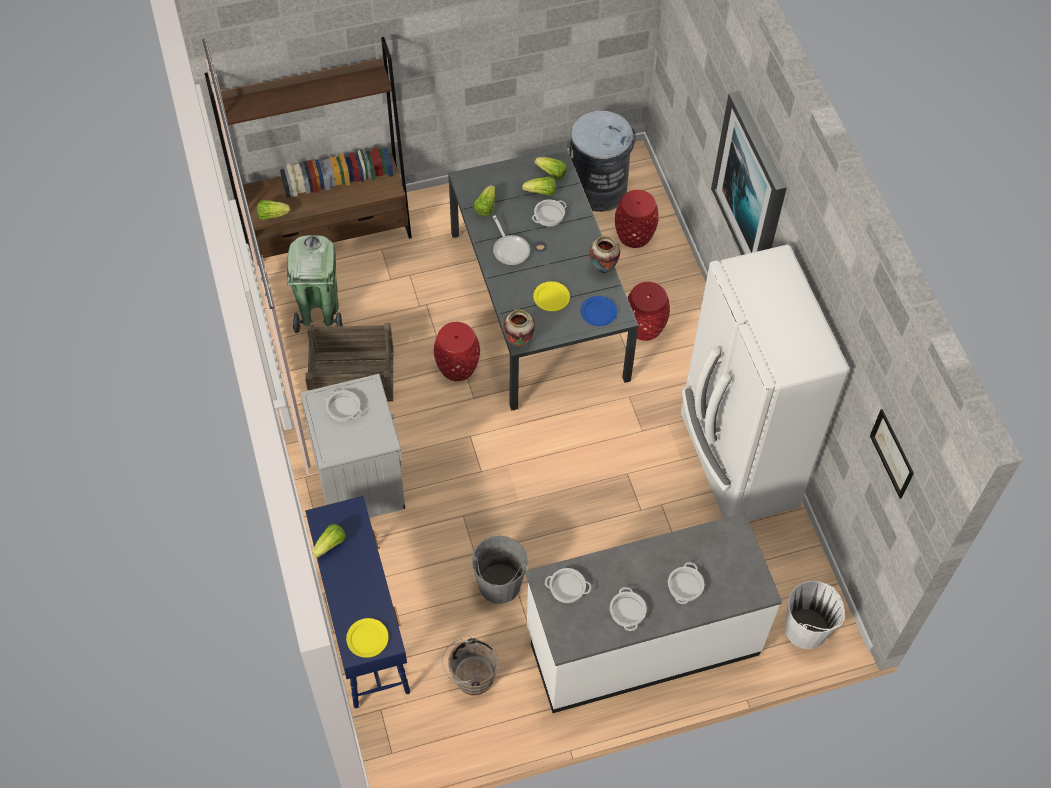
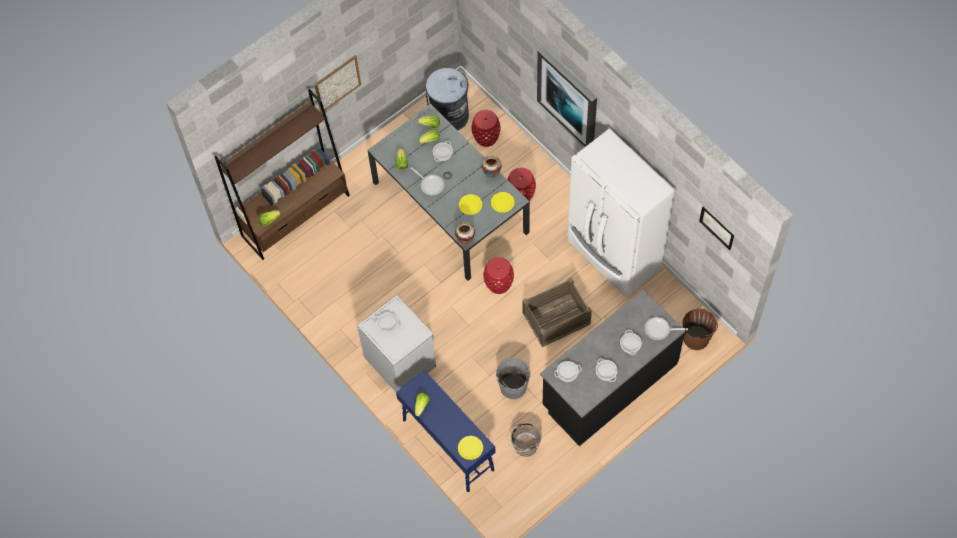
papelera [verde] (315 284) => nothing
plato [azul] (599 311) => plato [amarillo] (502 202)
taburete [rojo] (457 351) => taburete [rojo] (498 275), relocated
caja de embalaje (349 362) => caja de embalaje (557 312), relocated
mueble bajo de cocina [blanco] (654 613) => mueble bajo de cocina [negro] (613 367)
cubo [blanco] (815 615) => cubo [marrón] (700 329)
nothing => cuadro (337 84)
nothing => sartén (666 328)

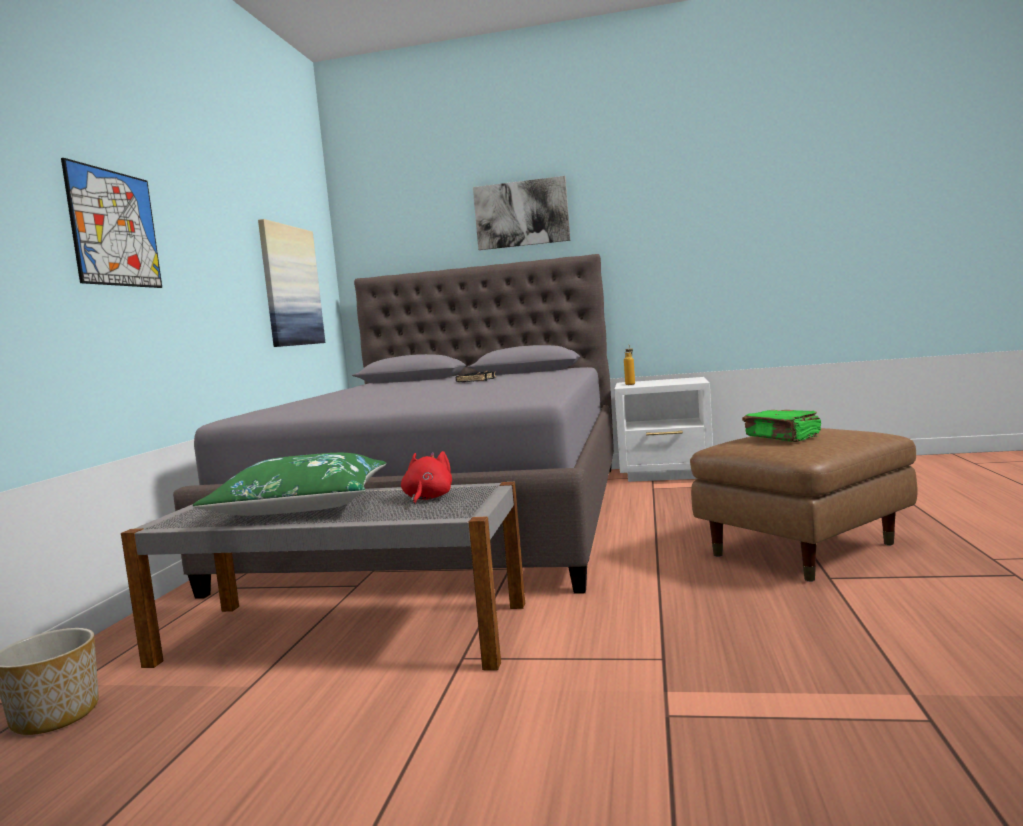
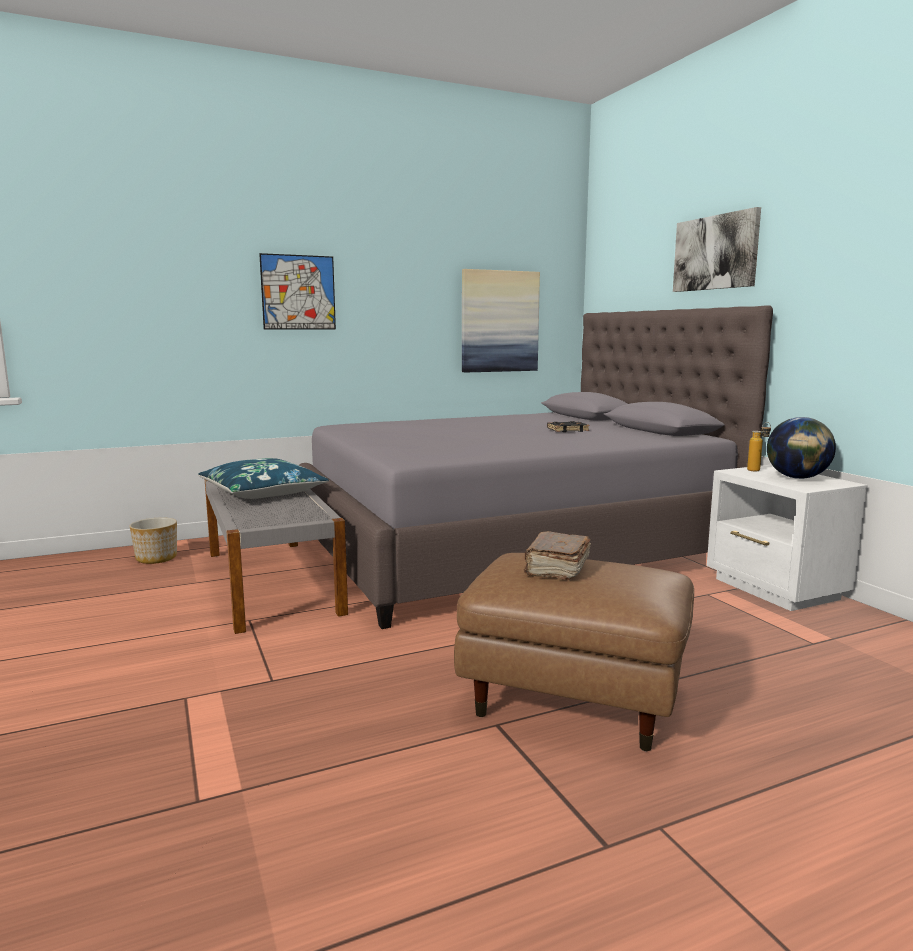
libro [verde] (781 426) => libro [marrón] (557 556)
peluche [rojo] (426 478) => nothing
cojín [verde] (289 484) => cojín [azul] (263 478)
nothing => globo terráqueo (801 448)

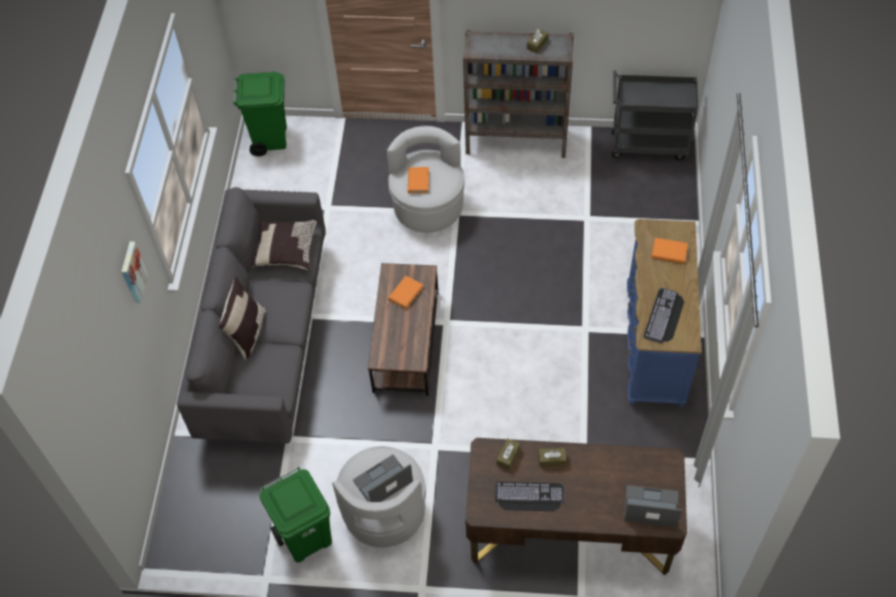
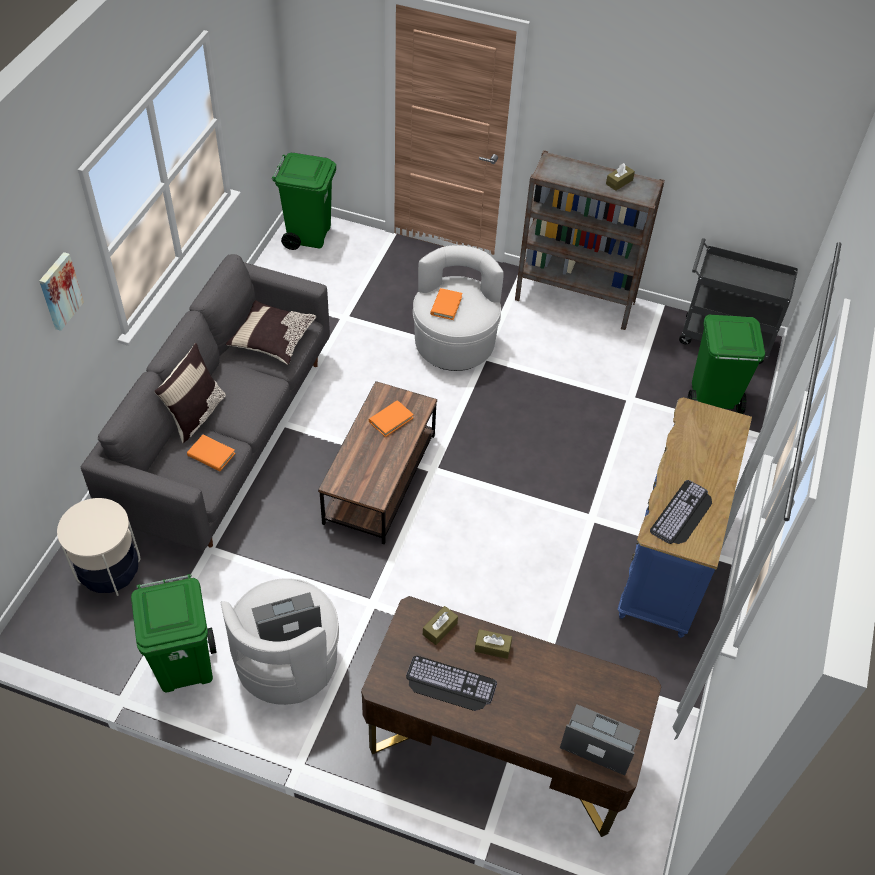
libro [naranja] (669 251) => libro [naranja] (211 453), relocated
nothing => papelera [verde] (726 364)
nothing => mesa auxiliar [beis] (98 547)

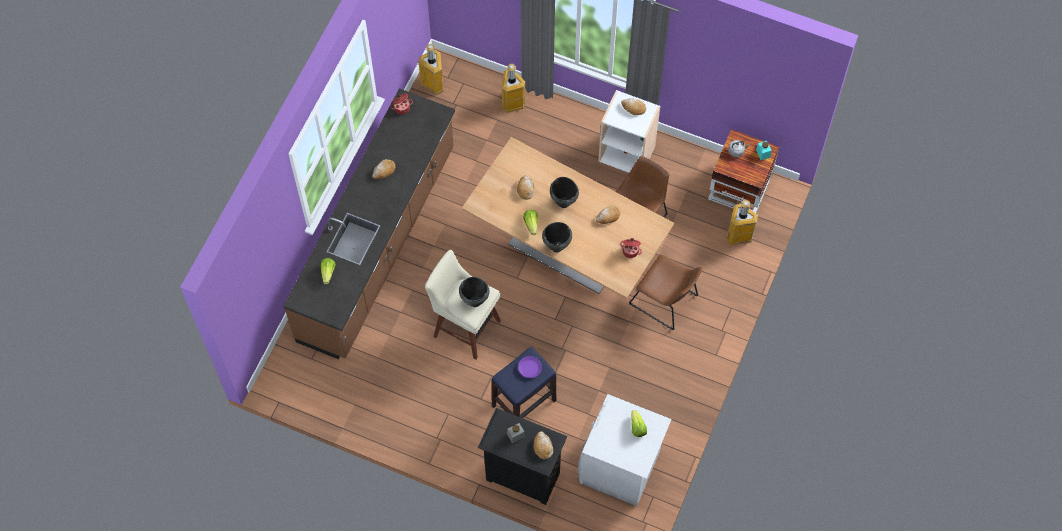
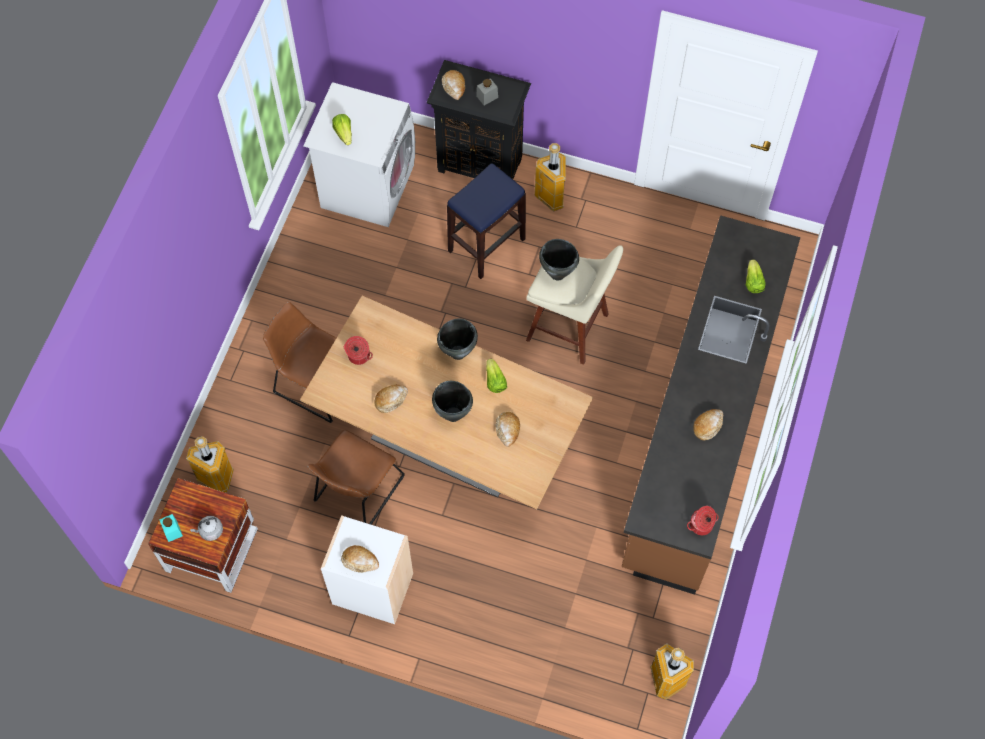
papelera (513 88) => papelera (550 177), relocated
plato [morado] (530 367) => nothing

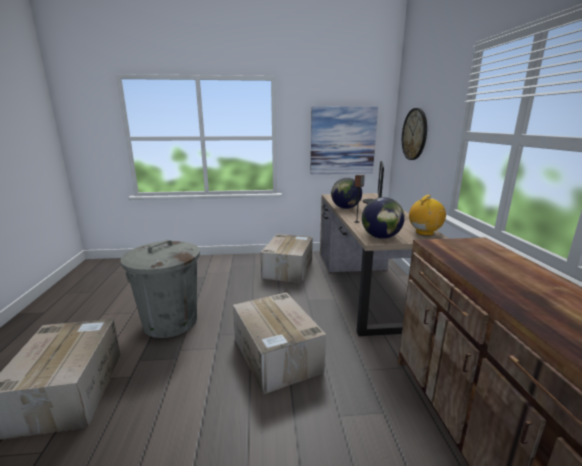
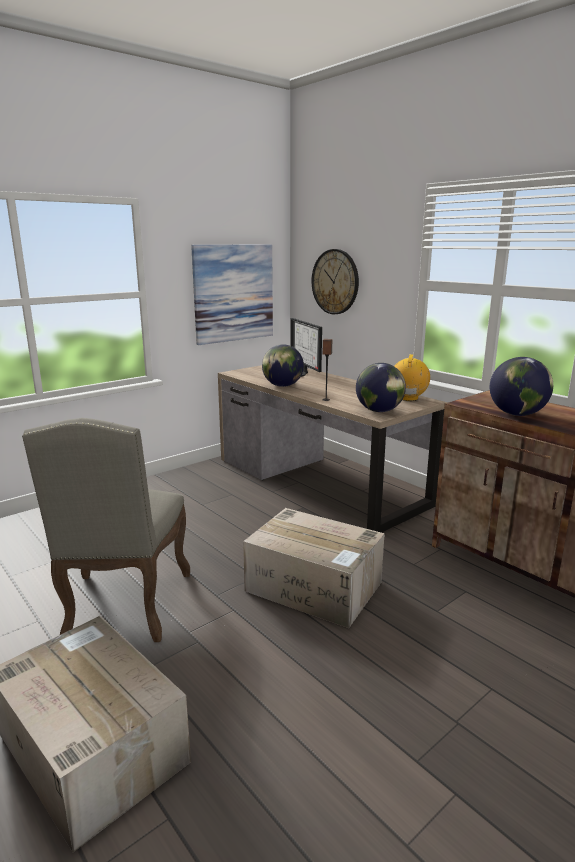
caja de cartón (287 258) => nothing
papelera [gris] (160 289) => silla [gris] (106 530)
nothing => globo terráqueo (521 386)

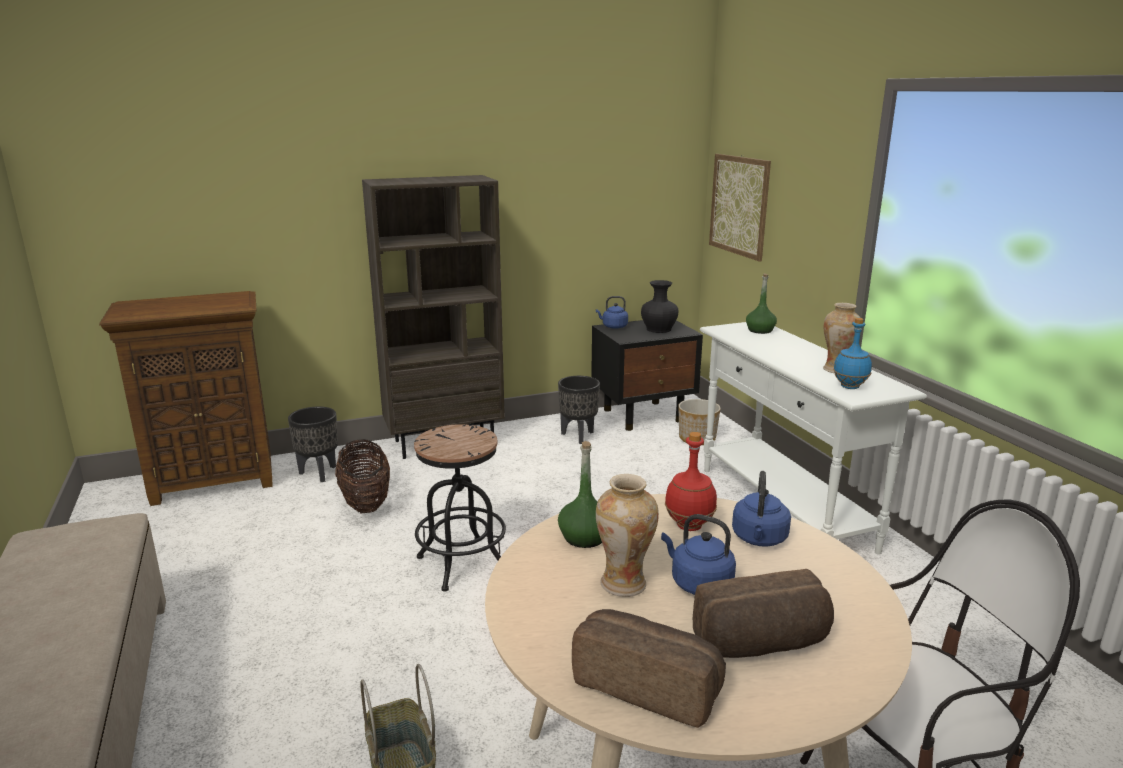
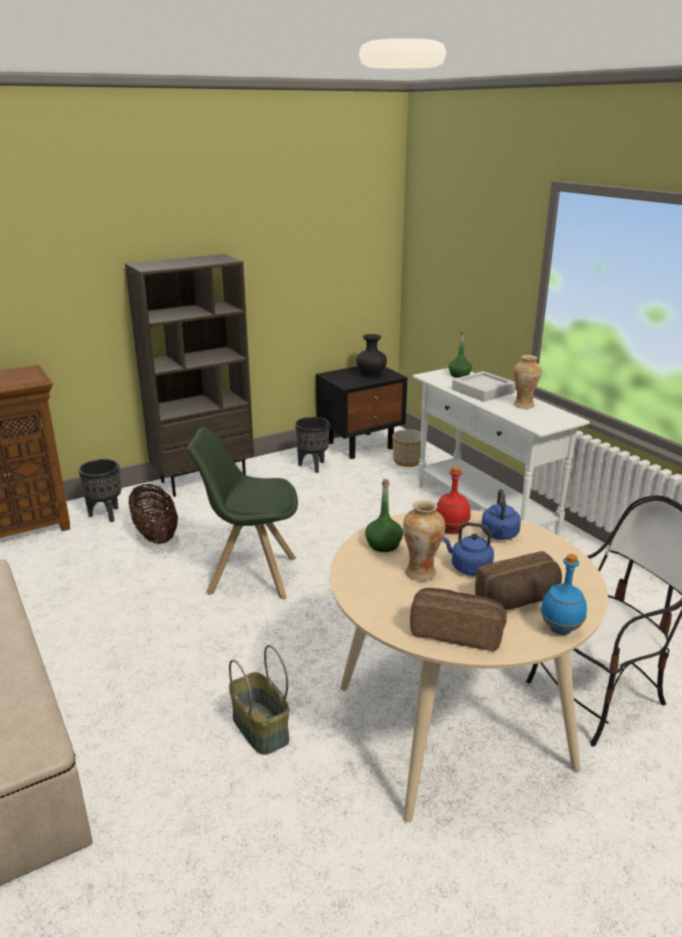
cuadro (740 208) => nothing
hervidor [azul] (612 312) => nothing
botella [azul] (852 353) => botella [azul] (564 594), relocated
taburete [negro] (460 508) => silla [verde] (242 513)
nothing => bandeja [gris] (484 386)

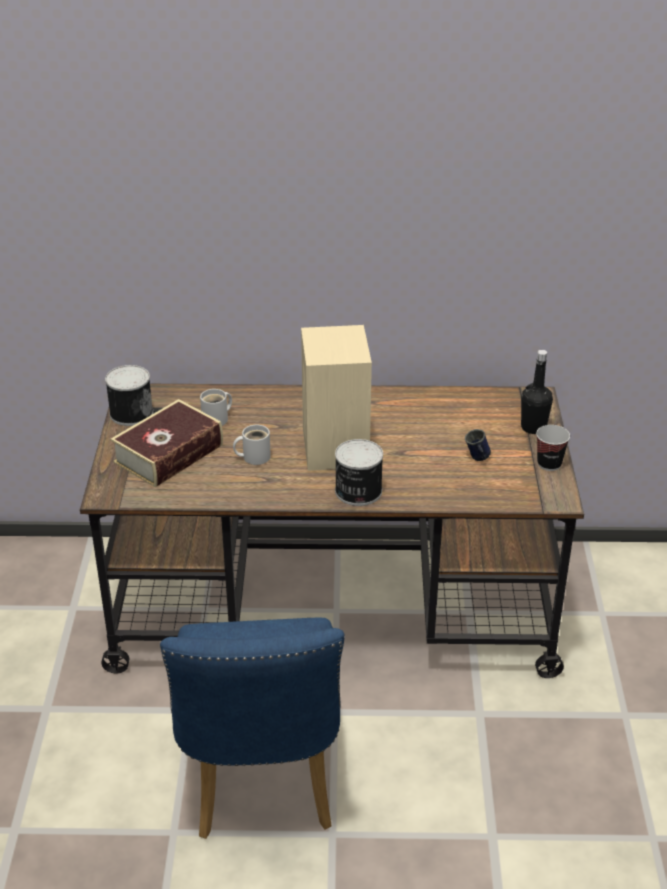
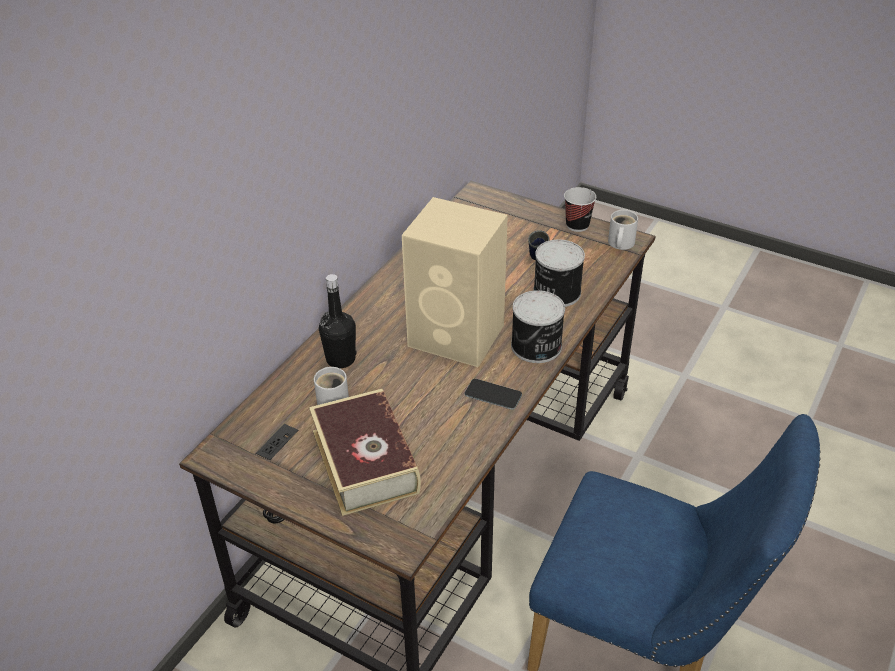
botella [negro] (537 392) => botella [negro] (337 321), relocated
lata (129 395) => lata (559 273), relocated
taza grande [blanco] (252 445) => taza grande [blanco] (623 230), relocated
nothing => móvil (493 394)

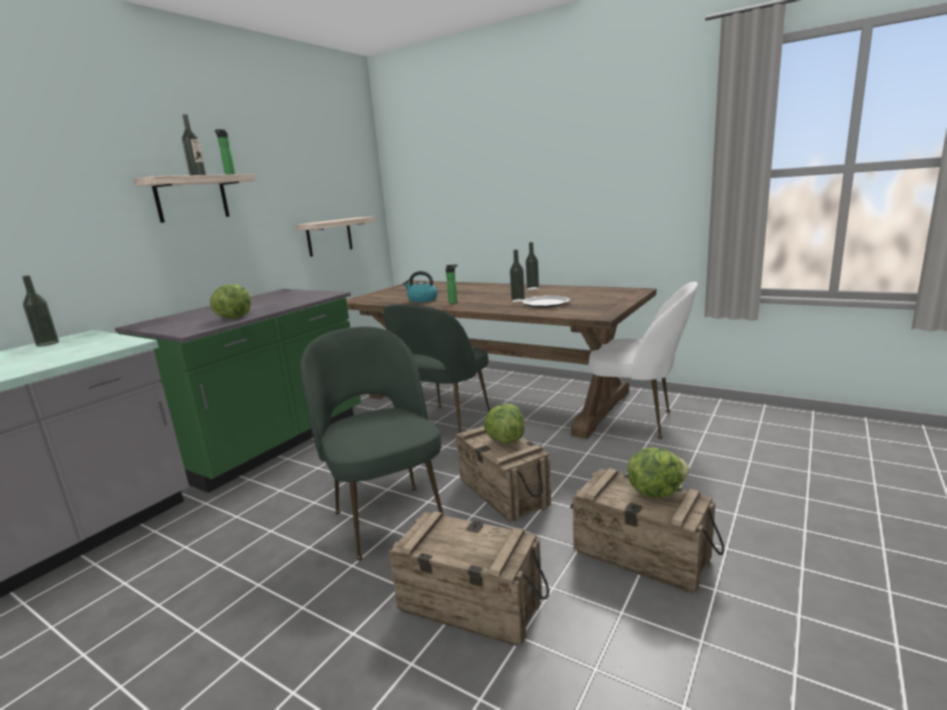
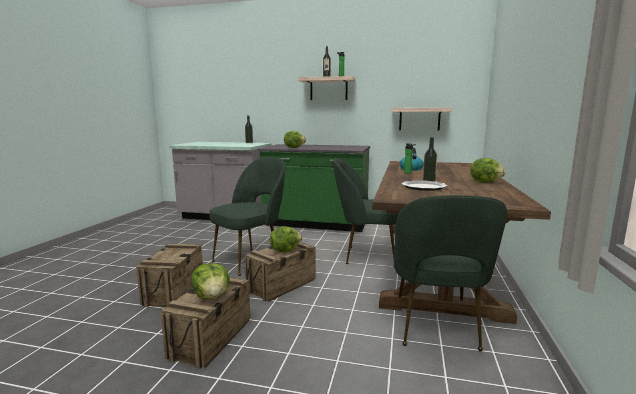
botella (532 266) => lechuga (488 170)
silla [blanco] (643 360) => silla [verde] (450 273)

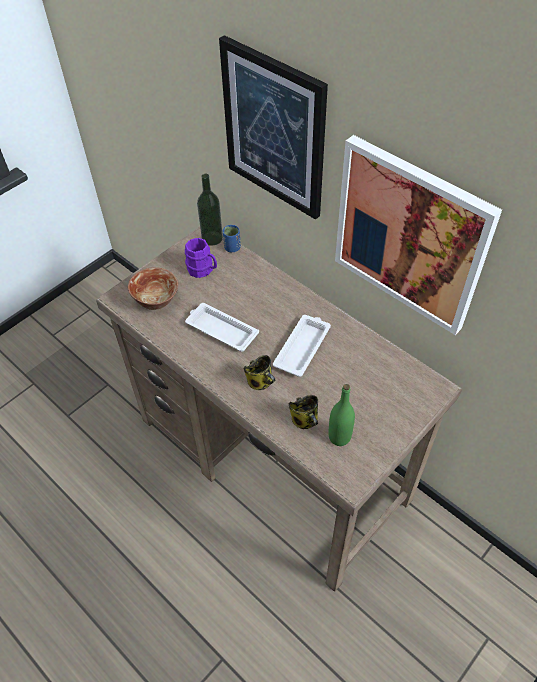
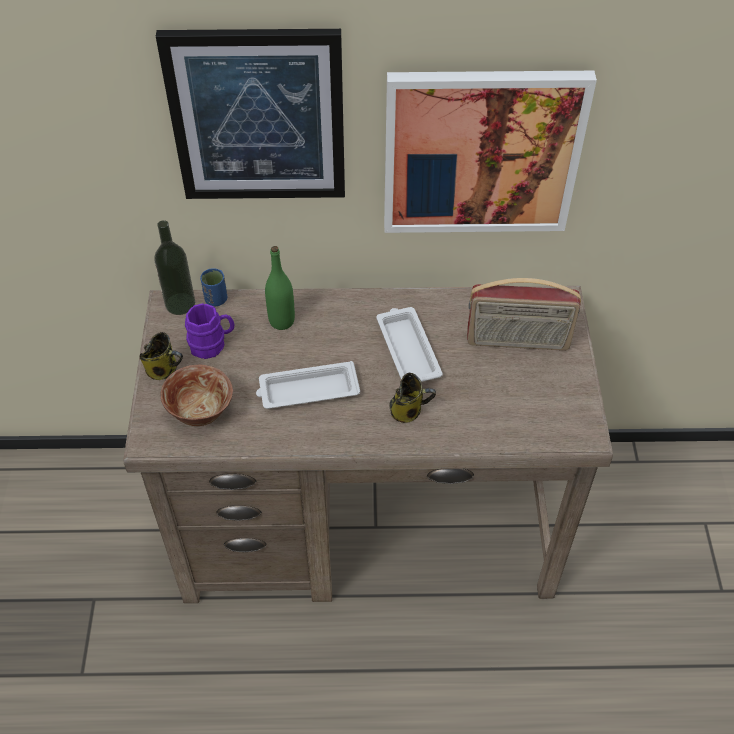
botella [verde] (341 415) => botella [verde] (280 288), relocated
taza grande (303 412) => taza grande (161 356), relocated
nothing => radio (524 314)

